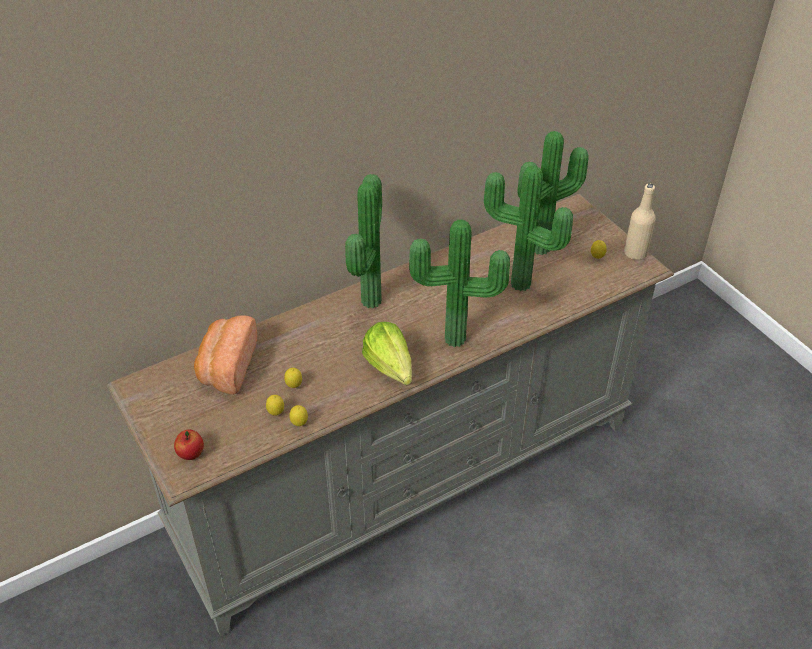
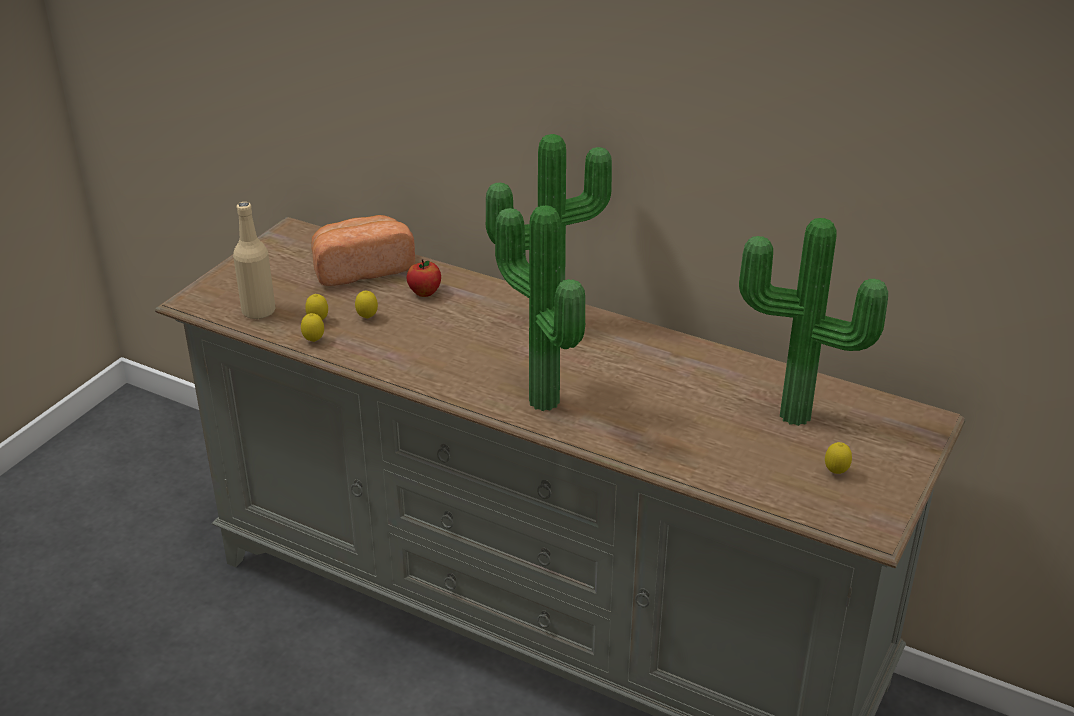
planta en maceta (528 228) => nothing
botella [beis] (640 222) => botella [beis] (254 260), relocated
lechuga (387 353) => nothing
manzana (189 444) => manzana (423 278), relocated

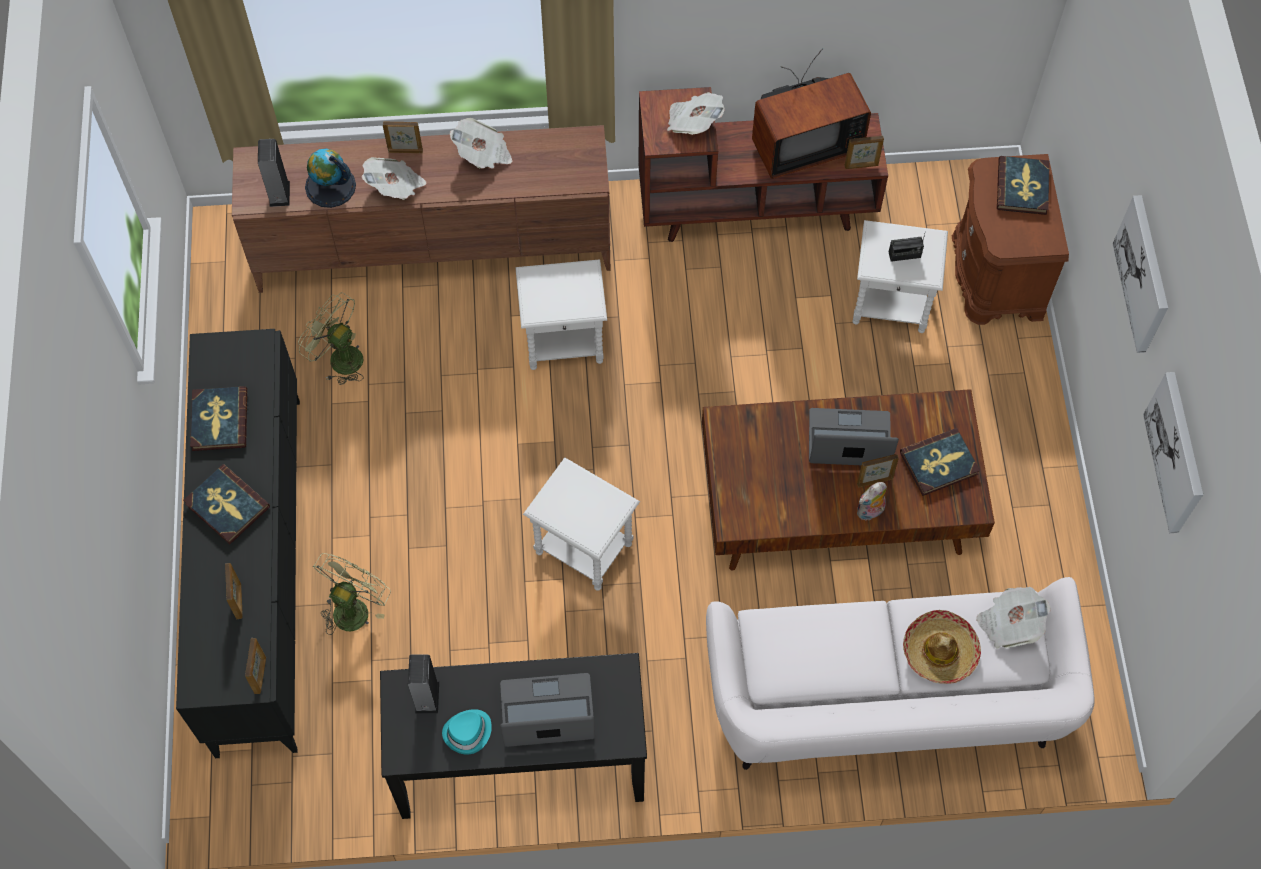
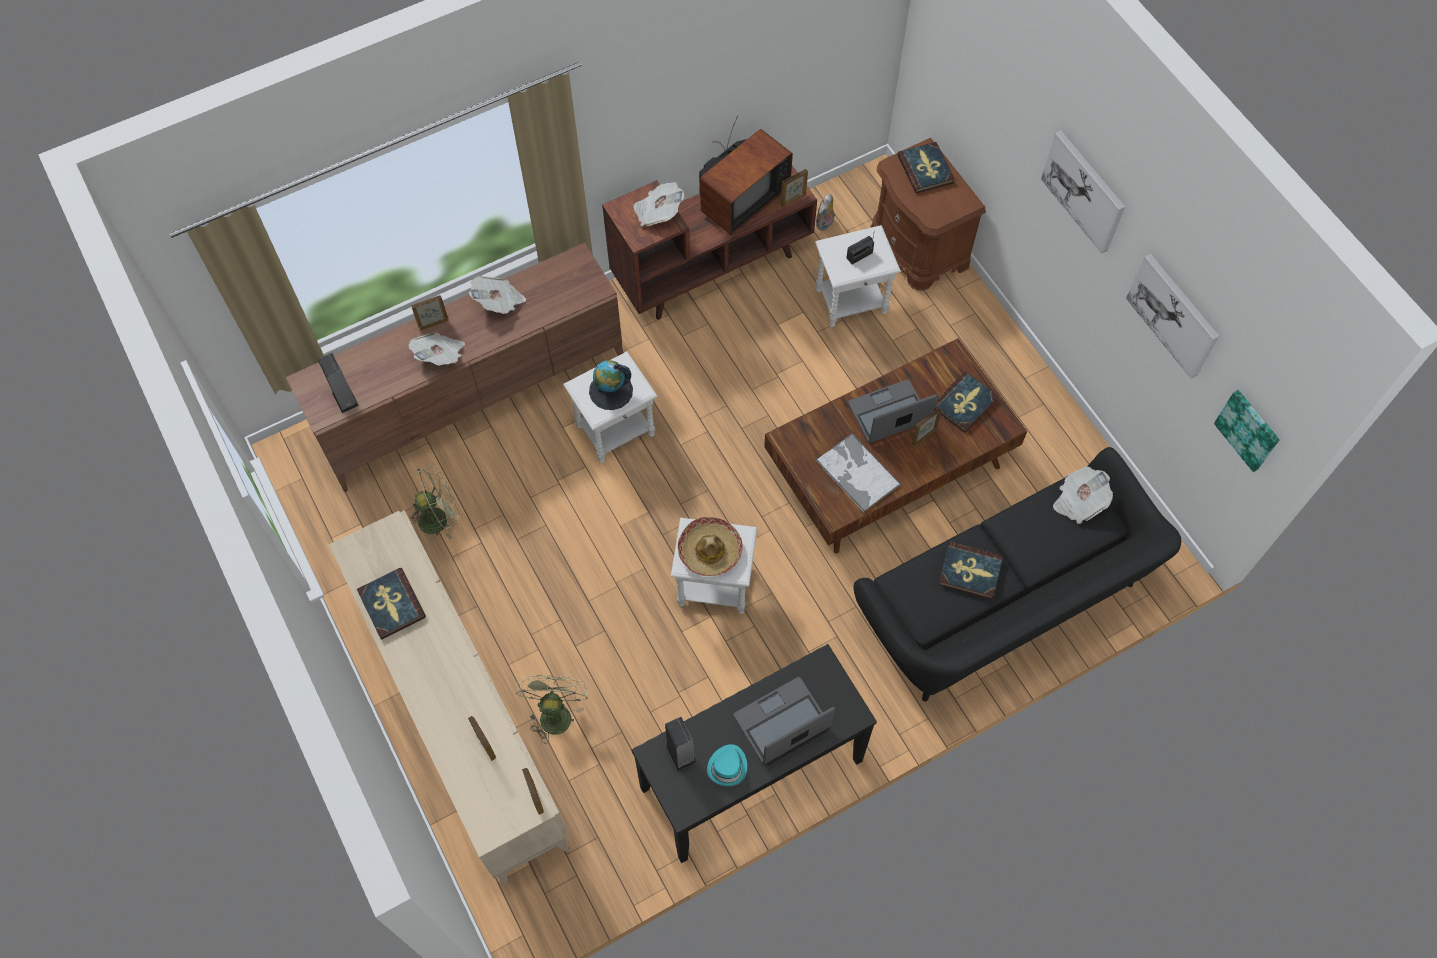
globo terráqueo (330 178) => globo terráqueo (611 385), relocated
ventilador [verde] (331 338) => ventilador [verde] (434 502), 150 degrees clockwise
armario [negro] (238 543) => armario [beis] (448 698)
libro (226 504) => libro (971 571), relocated
peluche (872 501) => peluche (825 212), relocated
sofá [blanco] (900 673) => sofá [negro] (1017 574)
sombrero (942 647) => sombrero (710 546), relocated
nothing => cuadro (1247 431)
nothing => bandeja (858 473)

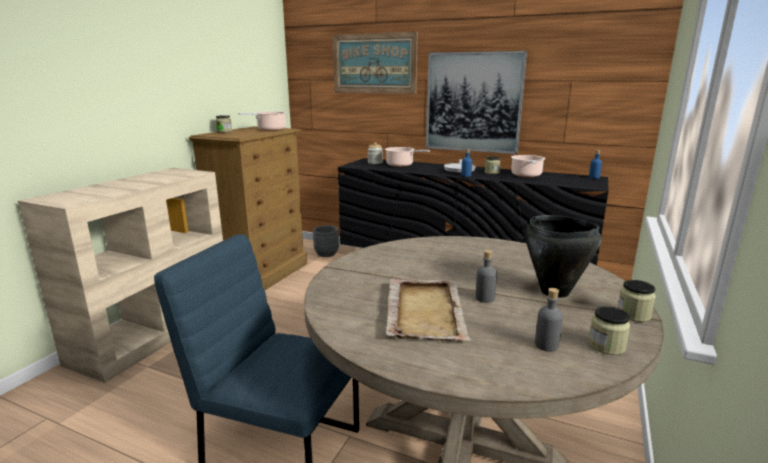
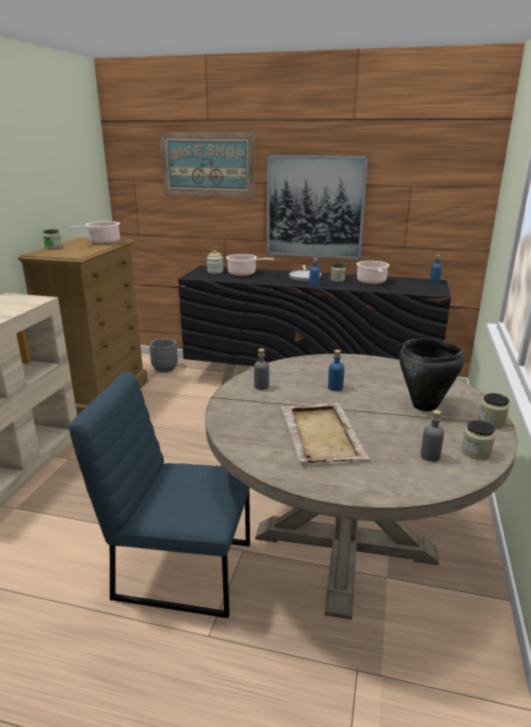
botella [gris] (486 276) => botella [gris] (261 369), relocated
nothing => botella [azul] (336 370)

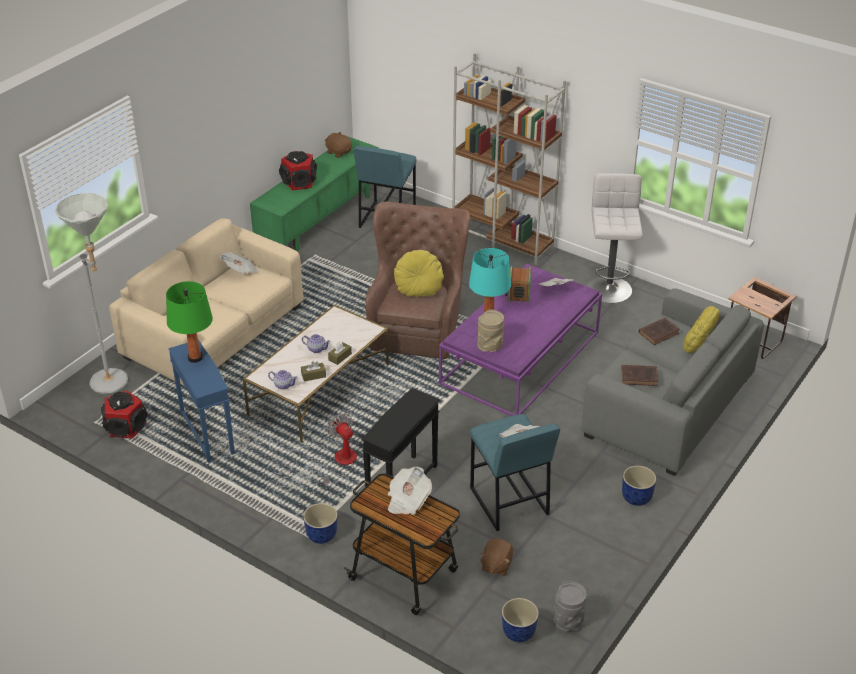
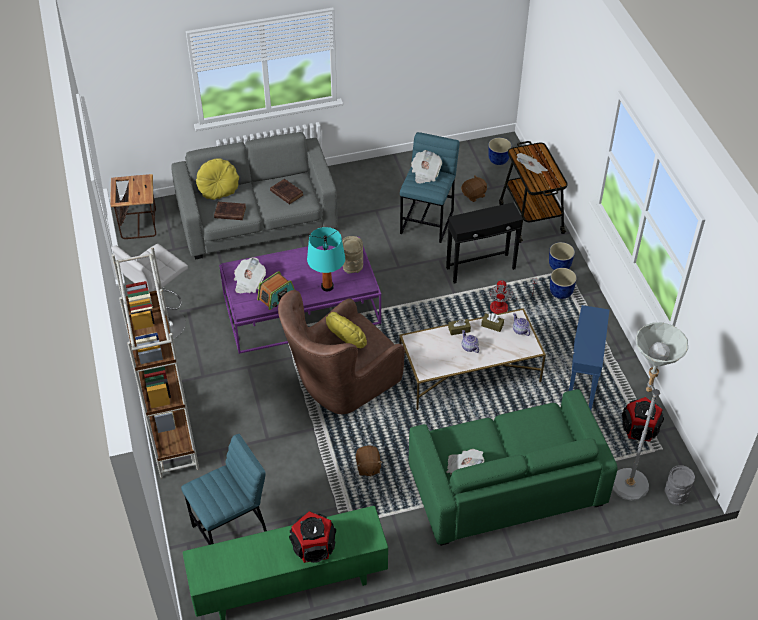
peluche [marrón] (338 145) => peluche [marrón] (369 461), relocated
sofá [beis] (206 303) => sofá [verde] (513 467)
lámpara de mesa [verde] (189 322) => nothing
maceta [azul] (639 486) => maceta [azul] (563 283), relocated
florero [gris] (570 606) => florero [gris] (680 485), relocated

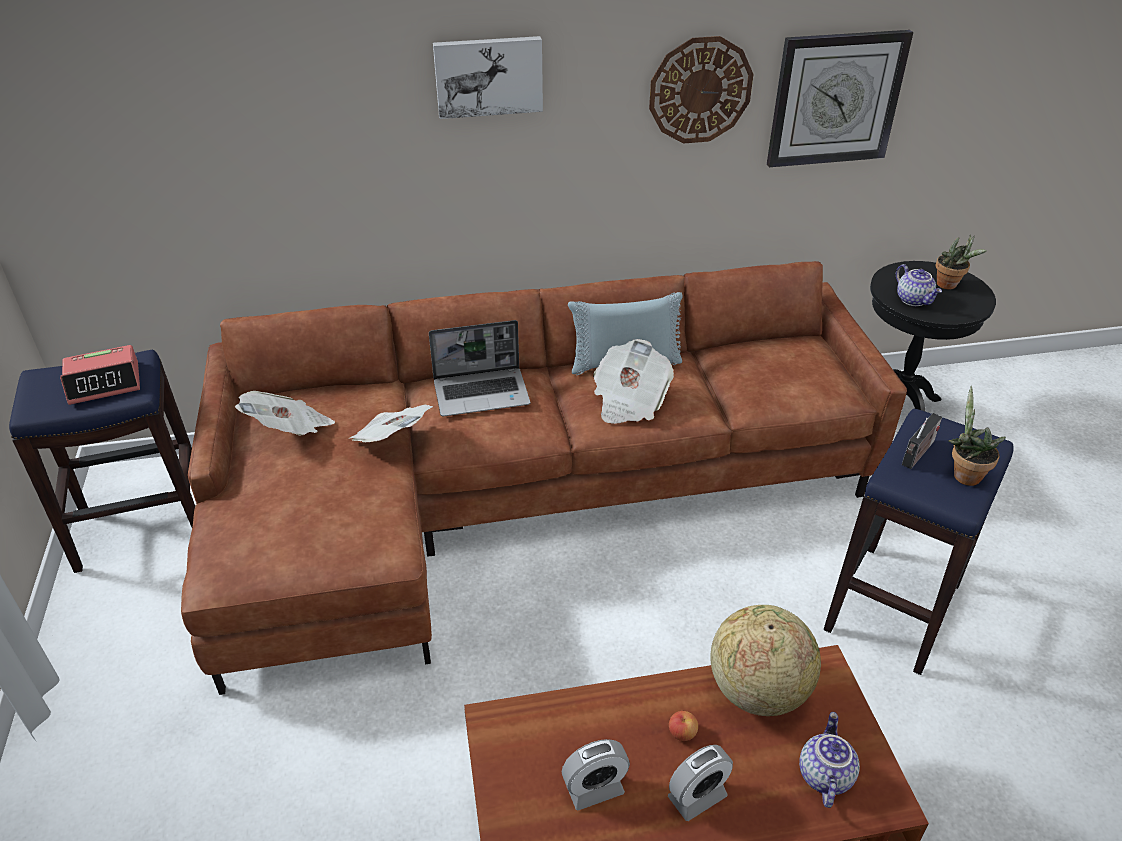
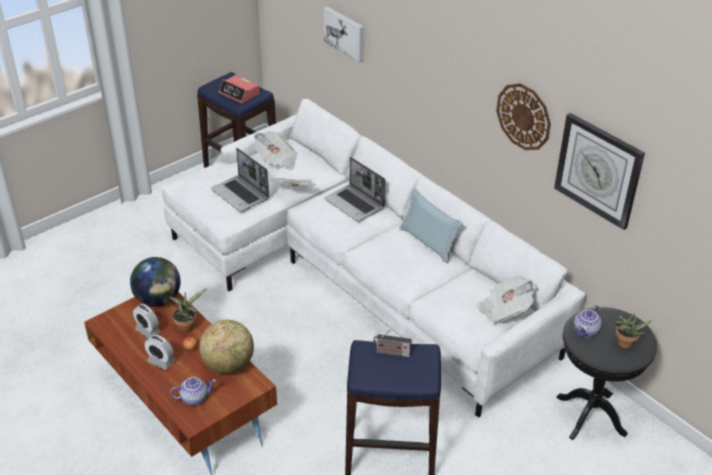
cuadro (488 77) => cuadro (344 35), relocated
sofá [marrón] (544 478) => sofá [blanco] (374 258)
periódico (633 381) => periódico (506 299), relocated
planta en maceta (977 436) => planta en maceta (188 311), relocated
nothing => portátil (240 180)
nothing => globo terráqueo (155 282)

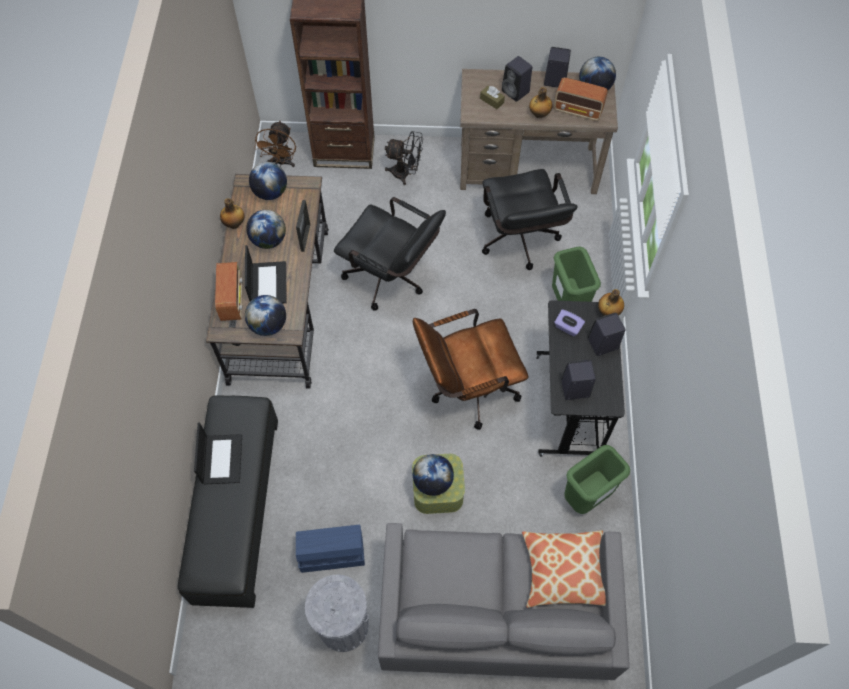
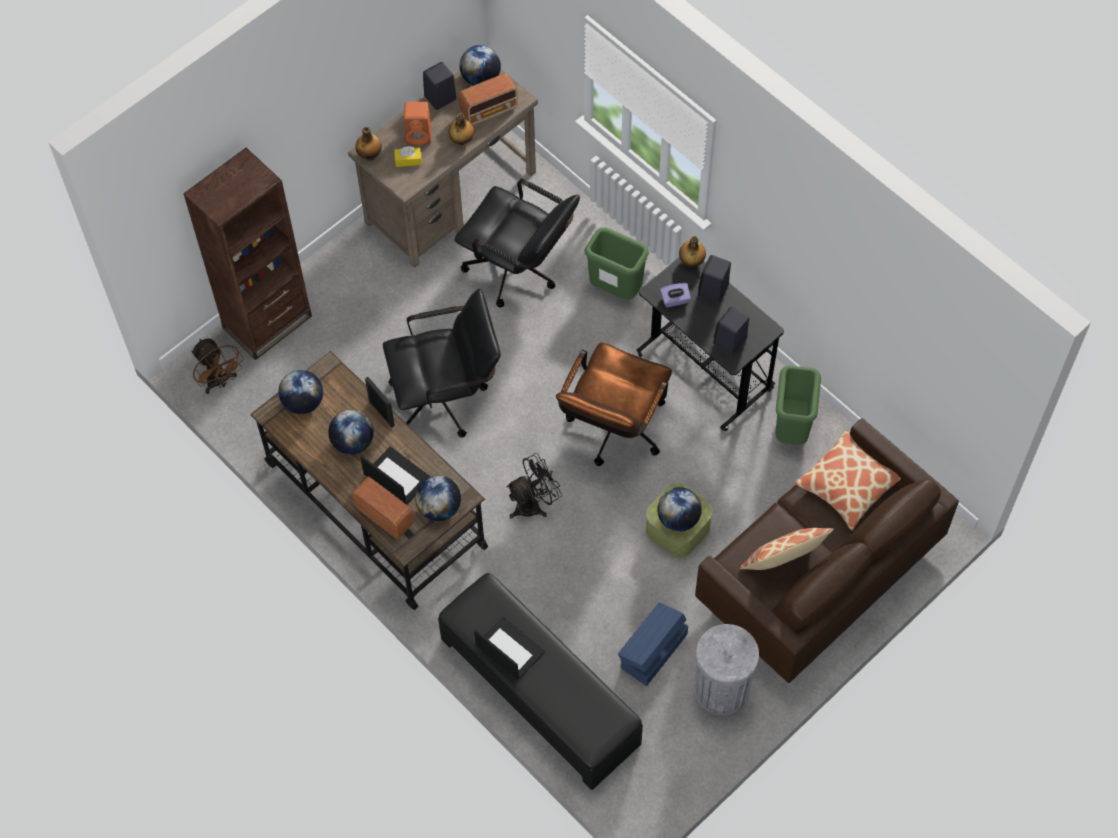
altavoz [negro] (517 79) => altavoz [naranja] (418 123)
caja de pañuelos [marrón] (492 97) => caja de pañuelos [amarillo] (407 156)
ventilador [negro] (404 158) => ventilador [negro] (534 486), relocated
botella (232 213) => botella (368 144), relocated
sofá [gris] (504 601) => sofá [marrón] (827 550)
nothing => cojín (786 549)

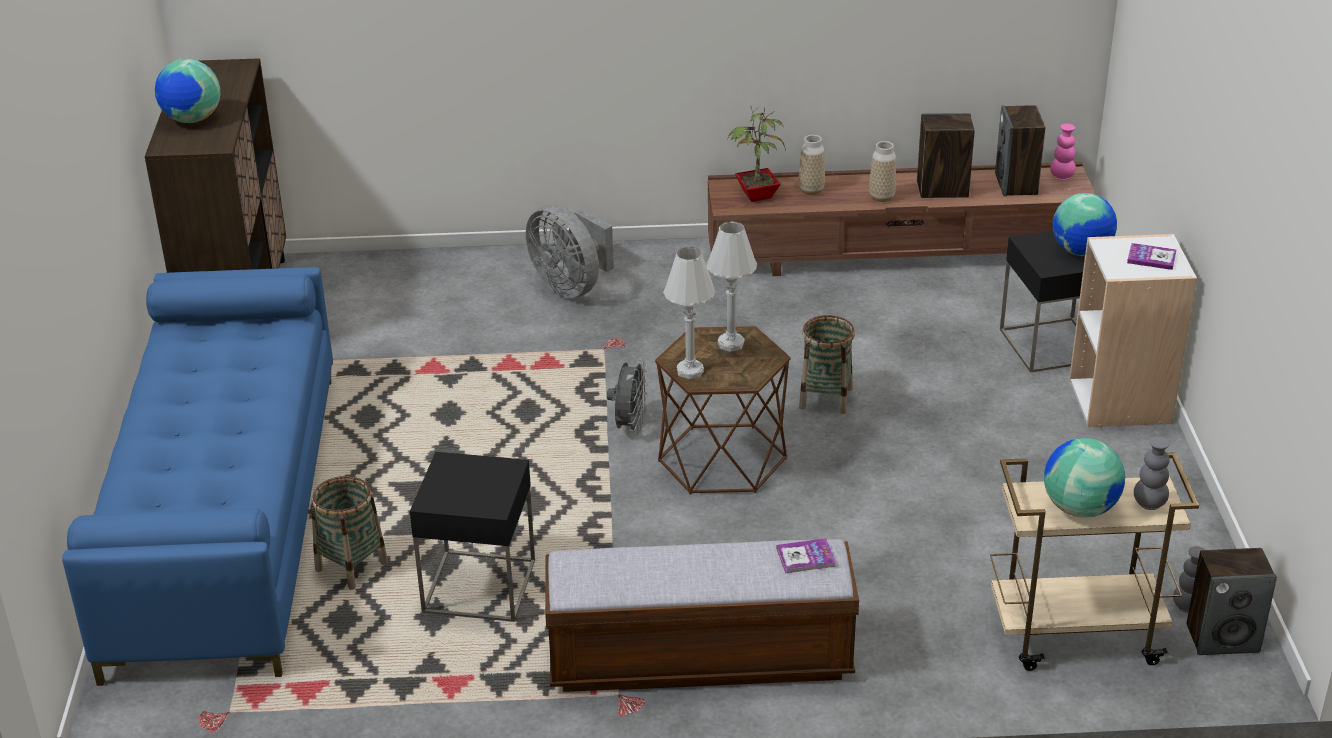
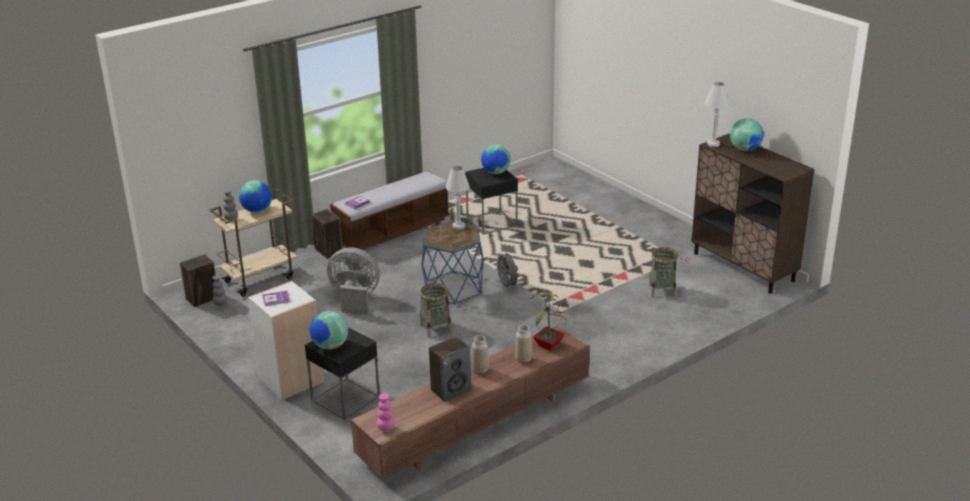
altavoz (1020 150) => altavoz (327 234), relocated
ventilador [gris] (570 251) => ventilador [gris] (353 281), relocated
lámpara de mesa [blanco] (731 286) => lámpara de mesa [blanco] (717 114), relocated
sofá [azul] (197 476) => nothing
mesa auxiliar [marrón] (723 410) => mesa auxiliar [azul] (453 263)
cesta (349 533) => cesta (663 272), relocated
nothing => globo terráqueo (496 159)

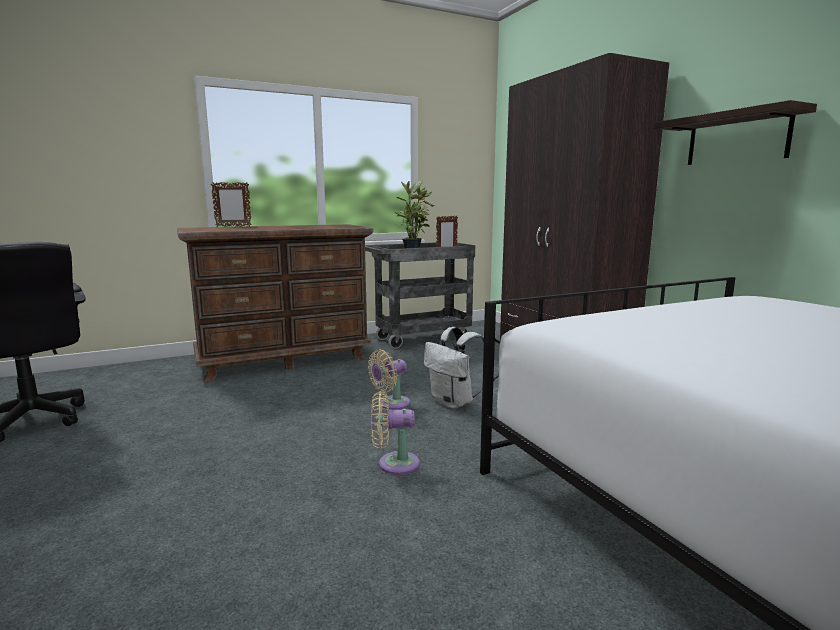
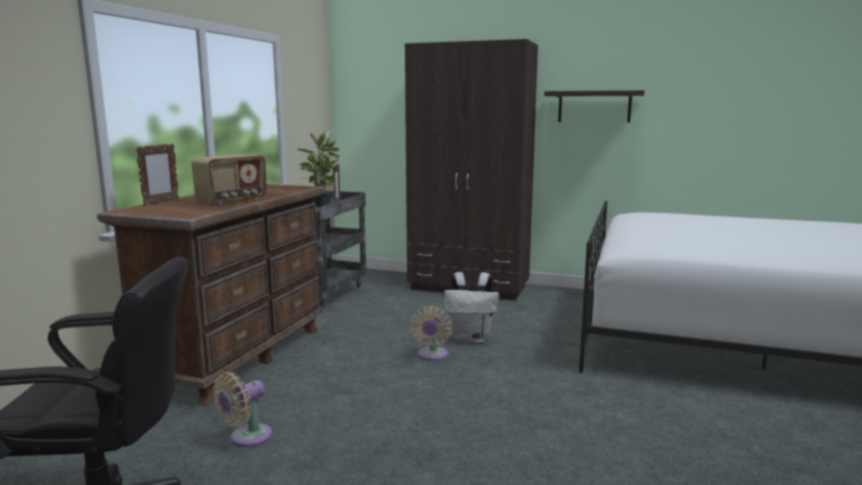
ventilador [beis] (395 433) => ventilador [beis] (242 409), relocated
nothing => radio (229 179)

